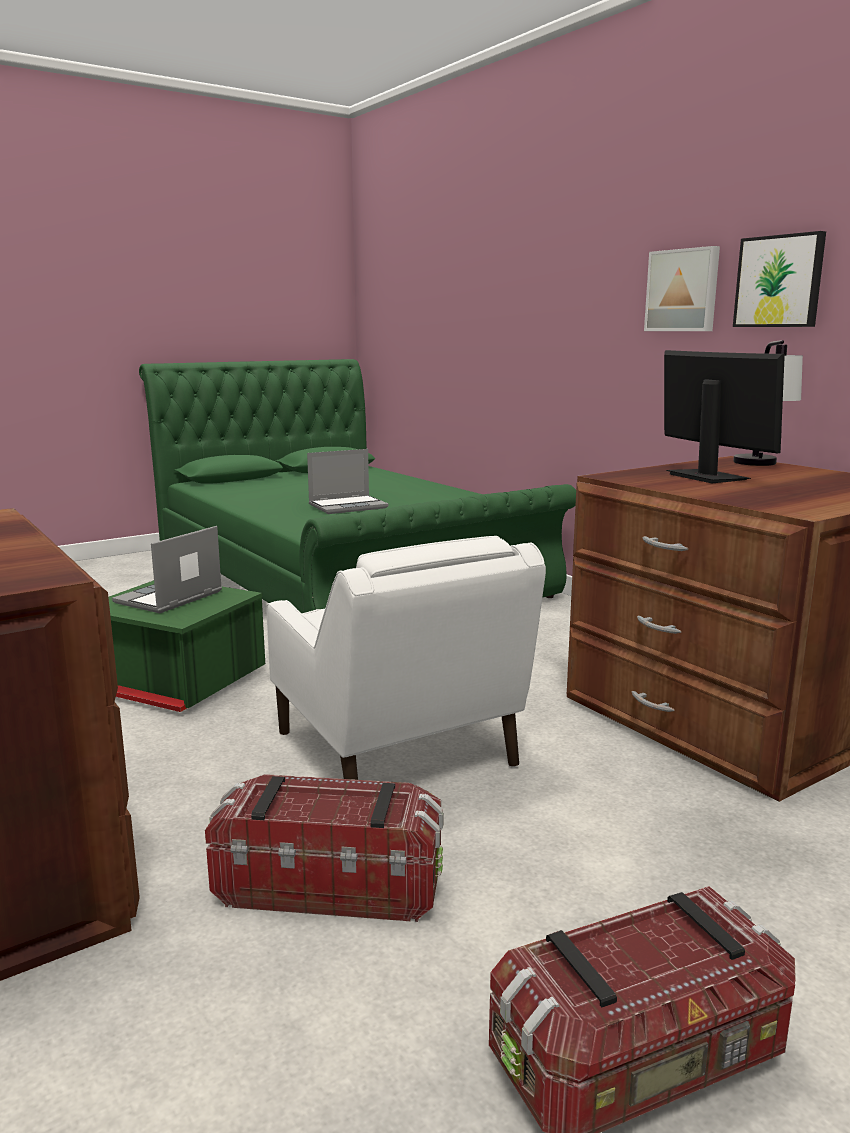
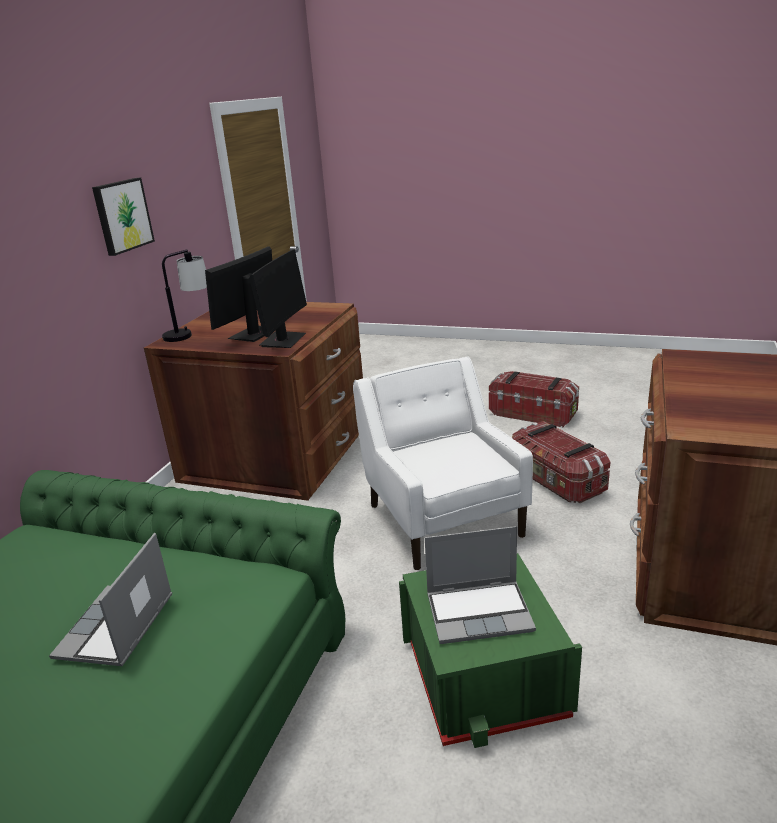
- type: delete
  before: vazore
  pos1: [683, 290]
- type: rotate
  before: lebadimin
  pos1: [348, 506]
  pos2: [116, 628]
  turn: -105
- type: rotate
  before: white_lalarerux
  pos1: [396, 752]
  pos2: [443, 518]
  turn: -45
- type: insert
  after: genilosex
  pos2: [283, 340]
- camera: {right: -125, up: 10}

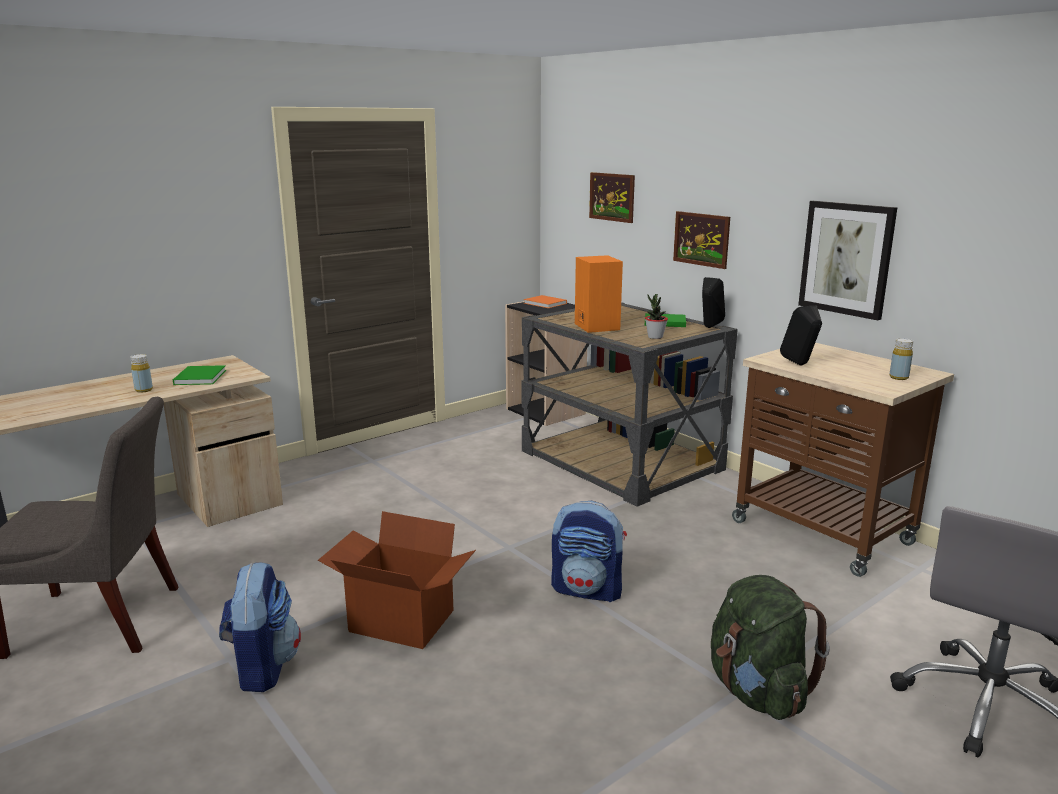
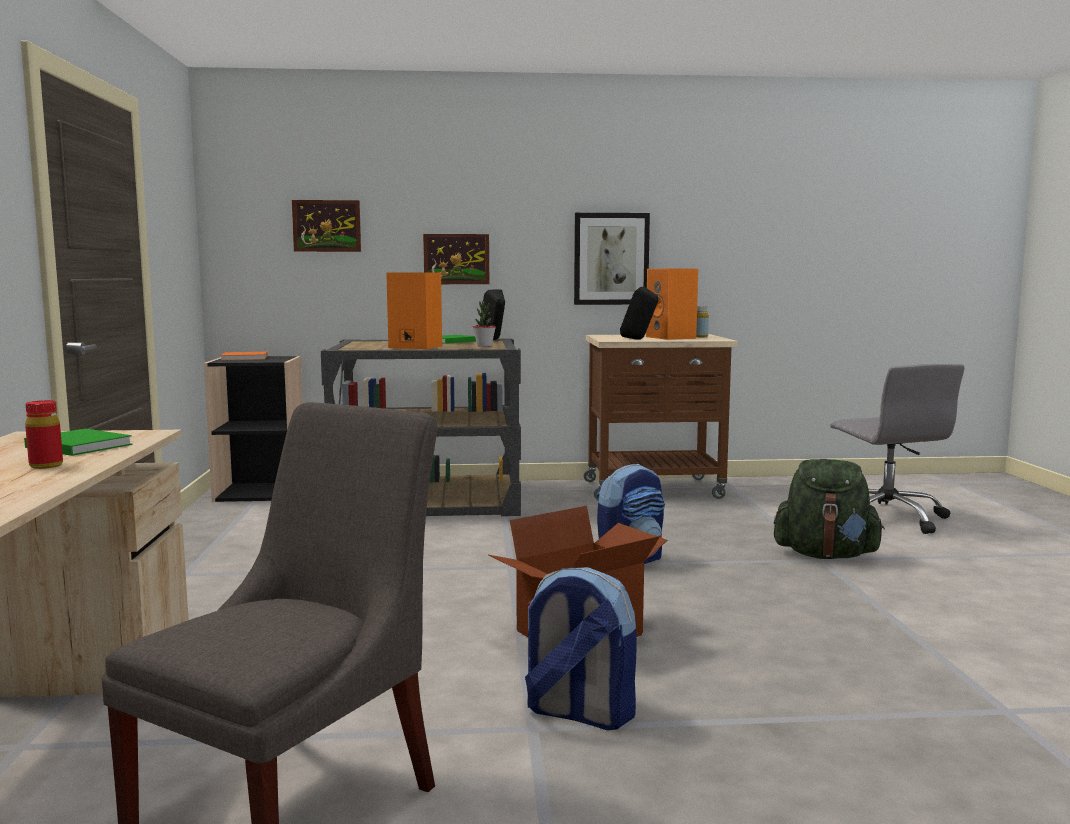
- type: recolor
  before: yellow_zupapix
  after: red_zupapix
  pos1: [144, 390]
  pos2: [46, 466]
- type: insert
  after: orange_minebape
  pos2: [672, 337]
- camera: {right: -55, up: -10}

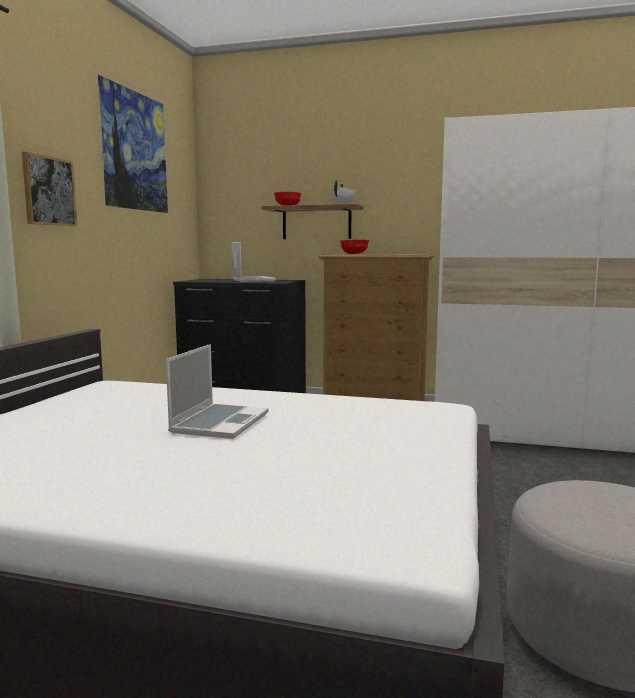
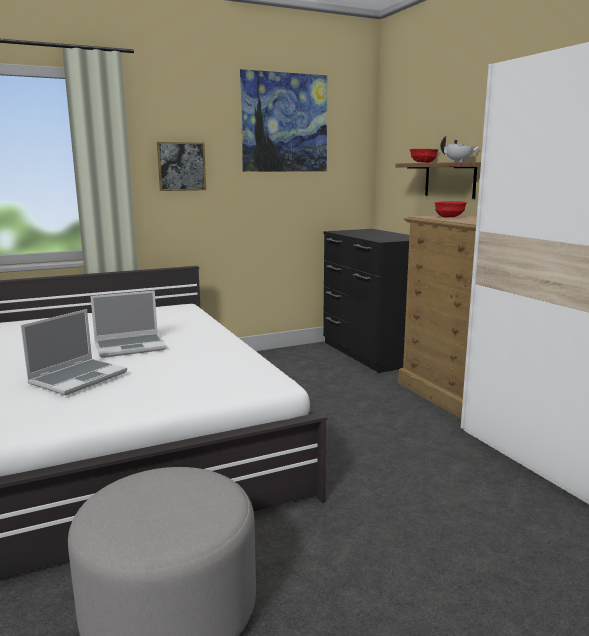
- type: move
  before: lebadimin
  pos1: [252, 280]
  pos2: [78, 378]
- camera: {right: 50, up: 5}

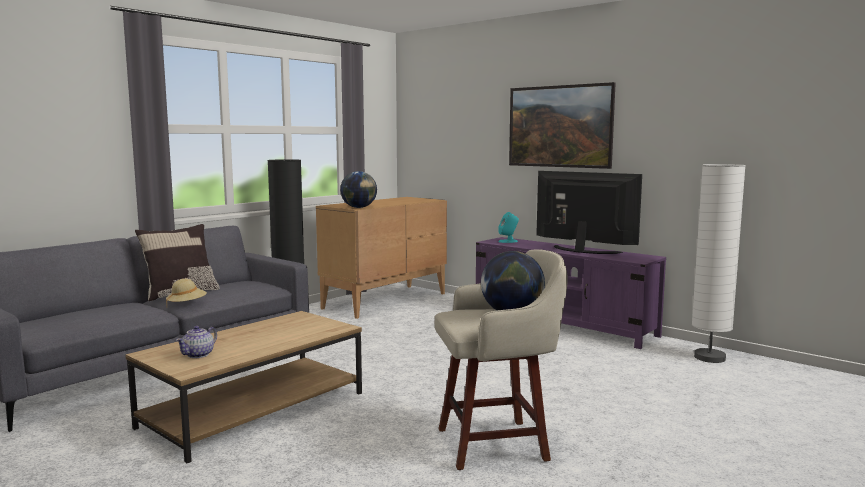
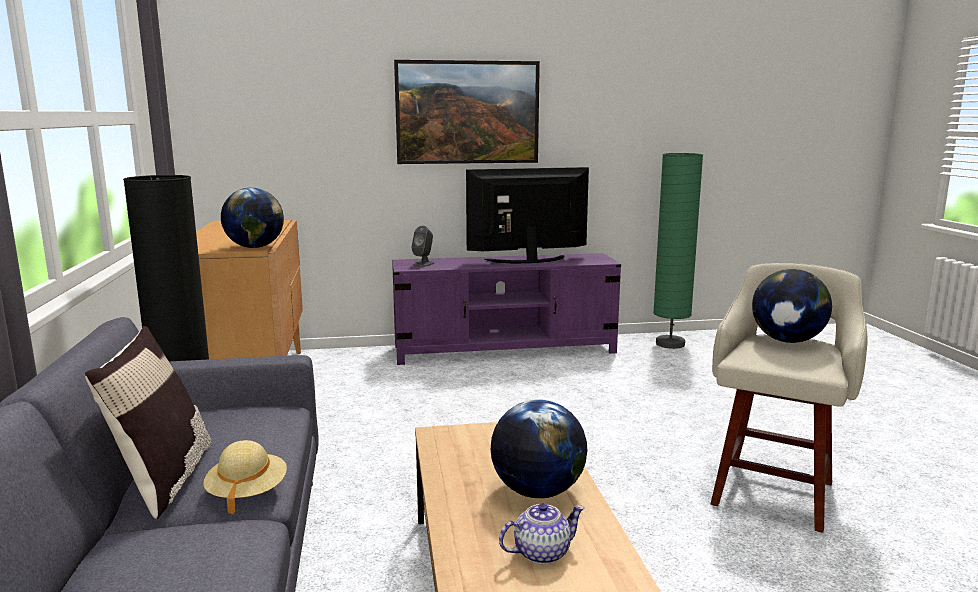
- type: recolor
  before: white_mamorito
  after: green_mamorito
  pos1: [709, 358]
  pos2: [670, 344]
- type: recolor
  before: turquoise_minebape
  after: grey_minebape
  pos1: [508, 241]
  pos2: [423, 264]
- type: rotate
  before: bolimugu
  pos1: [198, 354]
  pos2: [541, 553]
  turn: -90
- type: insert
  after: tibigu
  pos2: [537, 491]
- camera: {right: -50, up: 5}

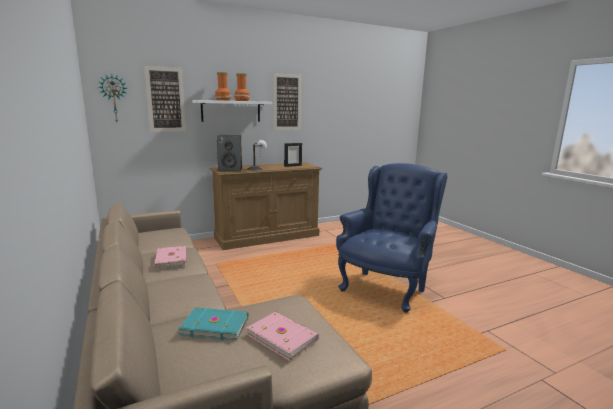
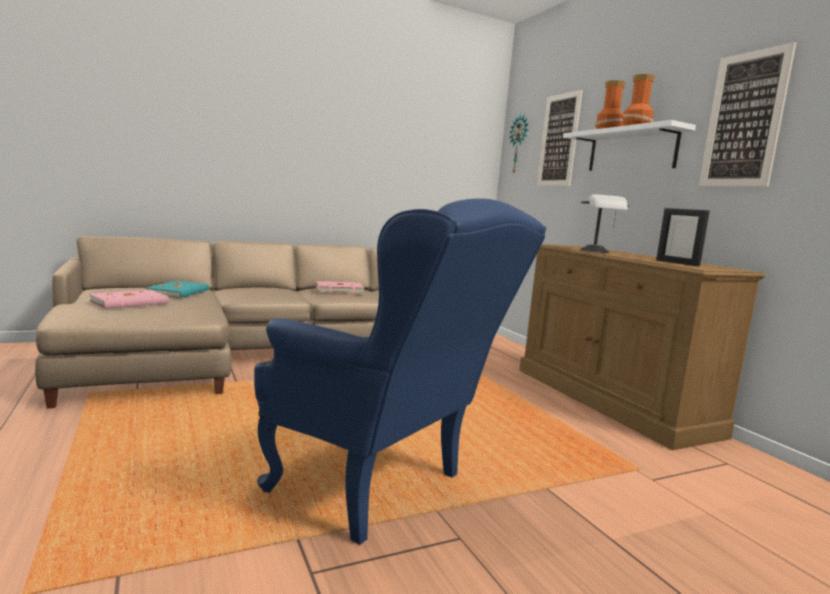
- type: delete
  before: minebape
  pos1: [230, 170]
- camera: {right: 90, up: -5}

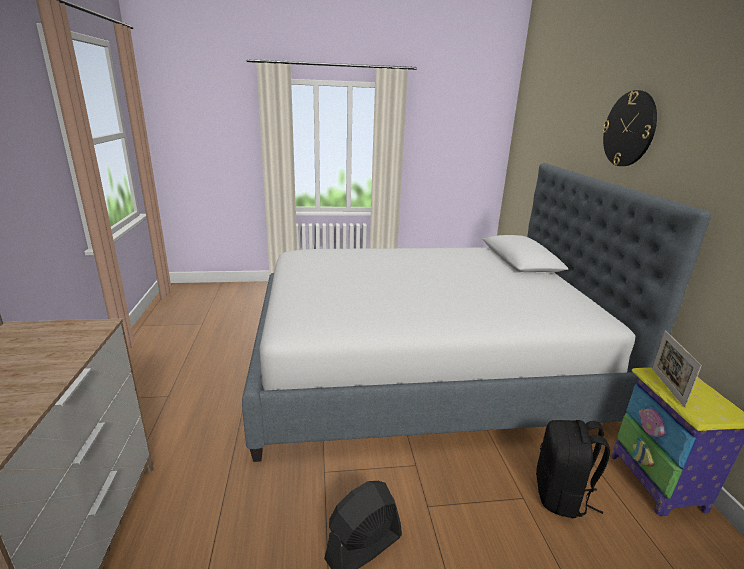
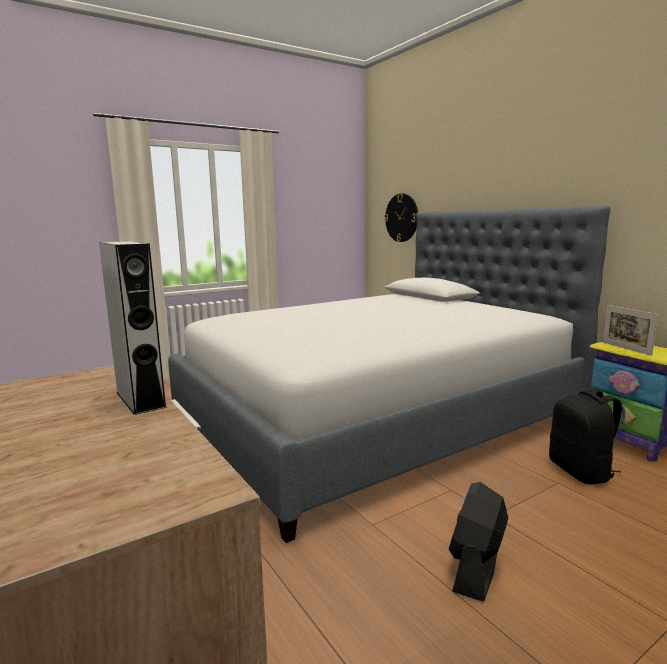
- type: move
  before: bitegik
  pos1: [629, 129]
  pos2: [402, 218]
- type: insert
  after: grey_minebape
  pos2: [140, 399]
- camera: {right: -25, up: -10}

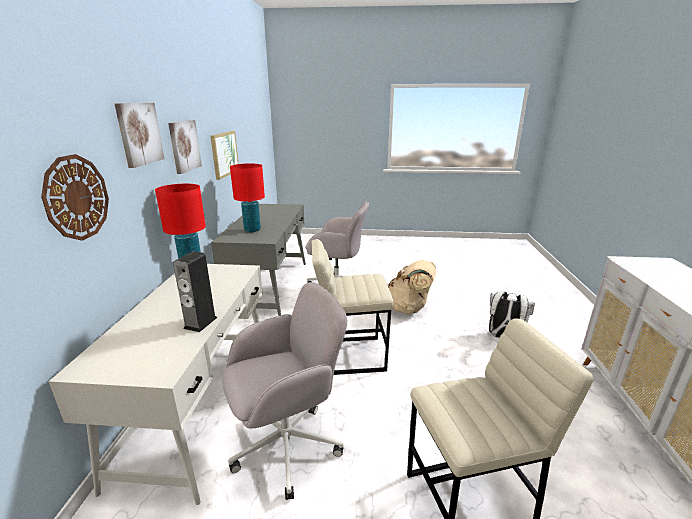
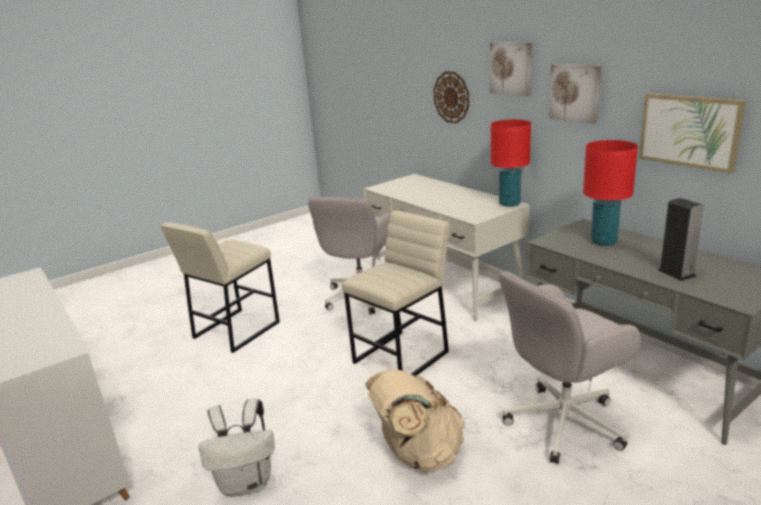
- type: move
  before: minebape
  pos1: [200, 323]
  pos2: [676, 273]
- camera: {right: 140, up: 0}

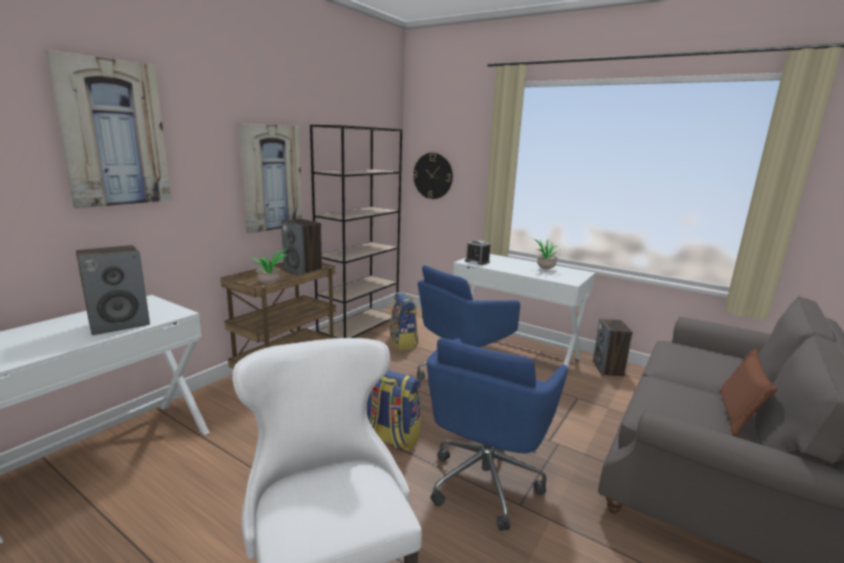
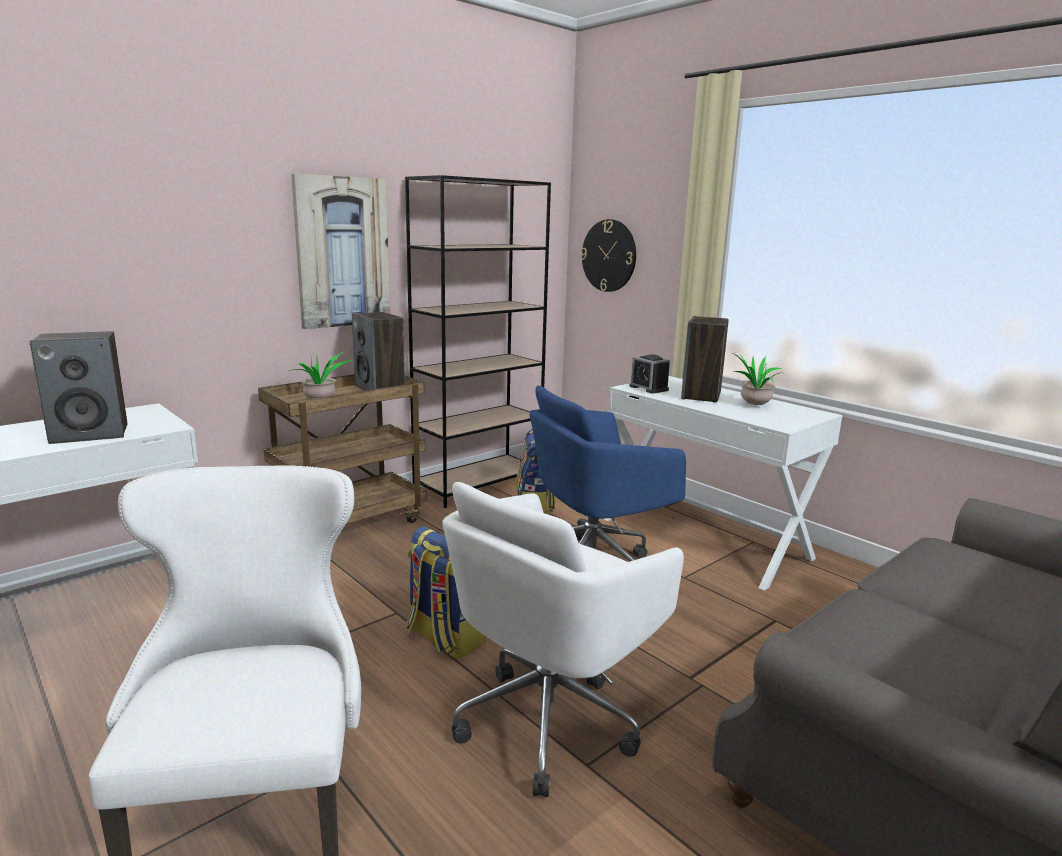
- type: delete
  before: vazore
  pos1: [114, 134]
- type: move
  before: minebape
  pos1: [608, 369]
  pos2: [701, 395]
- type: recolor
  before: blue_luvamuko
  after: white_luvamuko
  pos1: [485, 481]
  pos2: [552, 720]
- type: delete
  before: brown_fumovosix
  pos1: [737, 415]
- camera: {right: 15, up: 0}

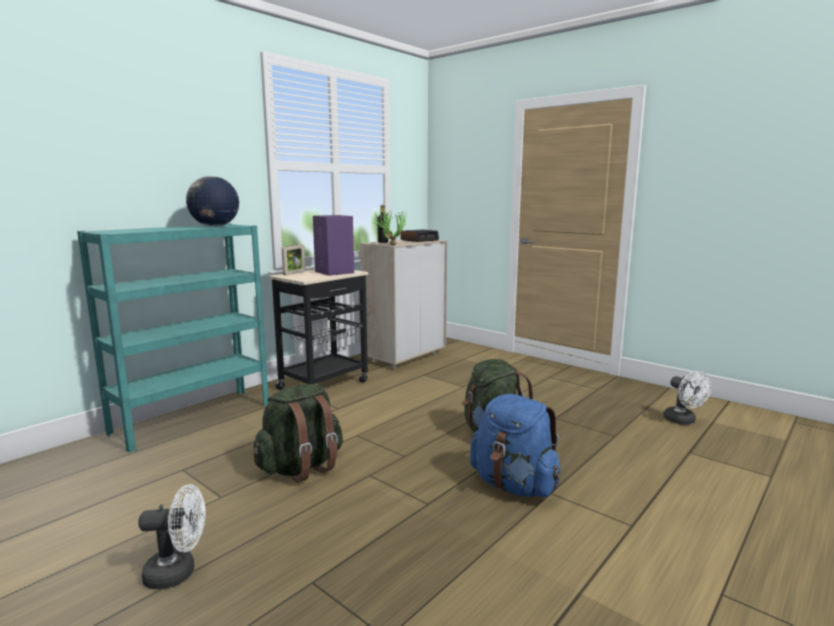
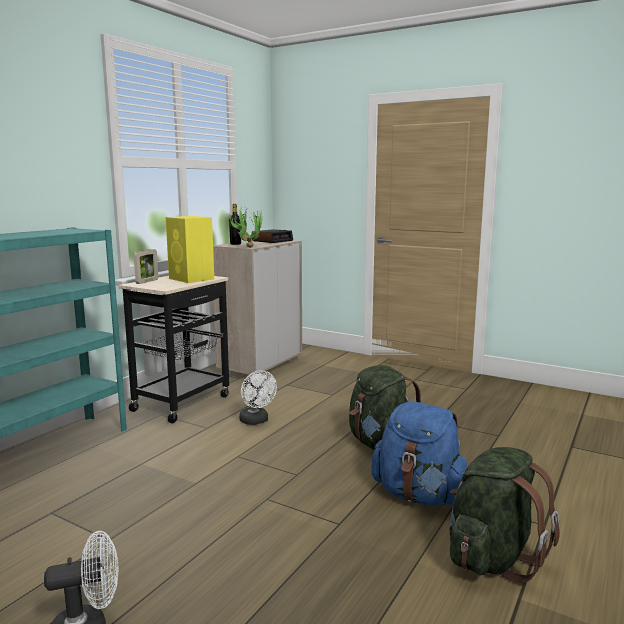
- type: delete
  before: tibigu
  pos1: [214, 226]
- type: recolor
  before: purple_minebape
  after: yellow_minebape
  pos1: [335, 272]
  pos2: [192, 279]
- type: move
  before: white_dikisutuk
  pos1: [683, 421]
  pos2: [256, 421]
- type: move
  before: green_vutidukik
  pos1: [301, 467]
  pos2: [492, 557]
- camera: {right: -10, up: 0}

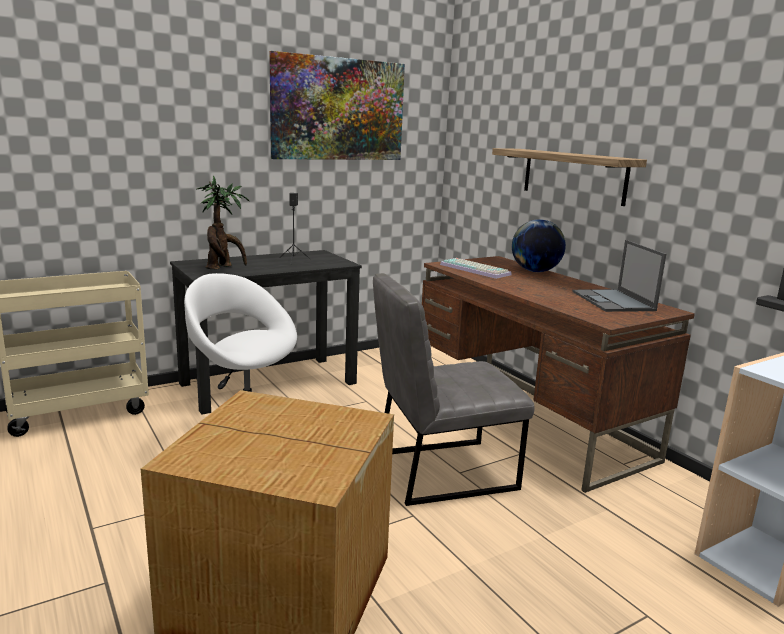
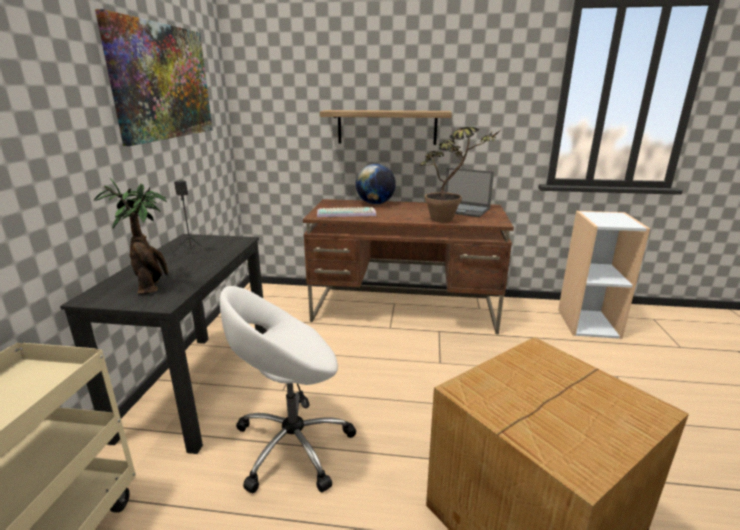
- type: delete
  before: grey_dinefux
  pos1: [441, 471]
- type: insert
  after: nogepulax
  pos2: [450, 220]
- camera: {right: -50, up: 5}

